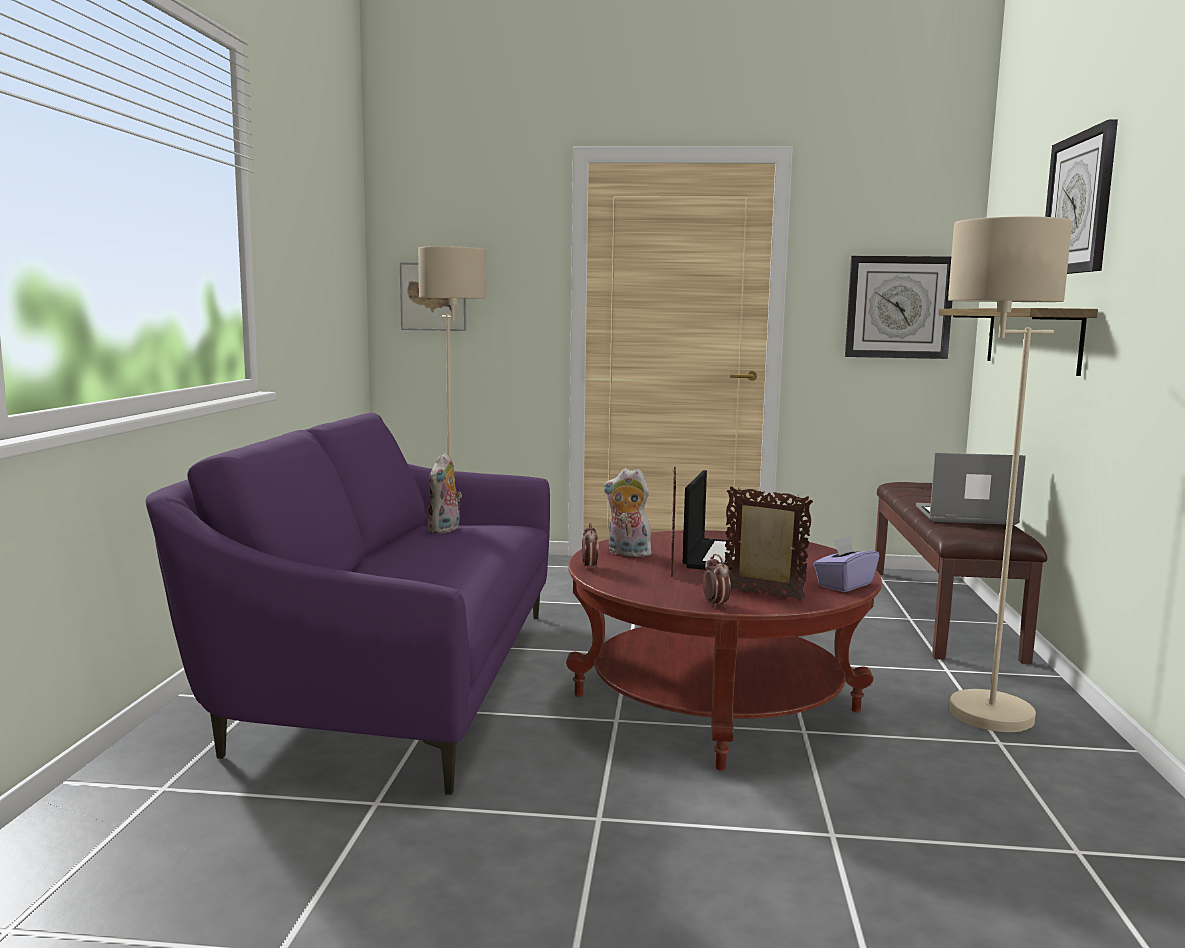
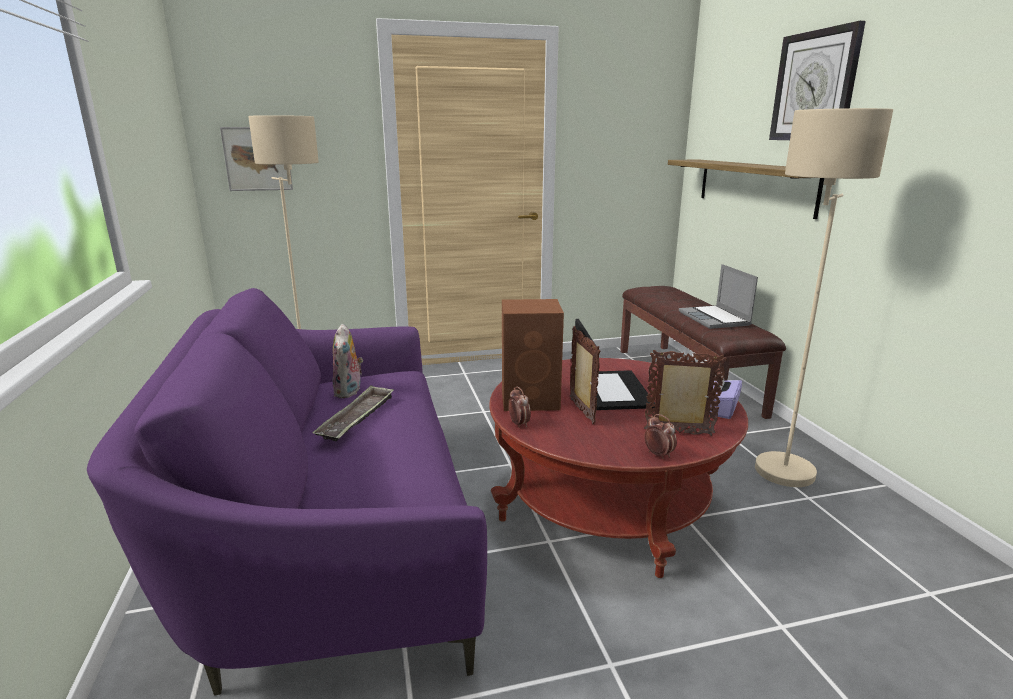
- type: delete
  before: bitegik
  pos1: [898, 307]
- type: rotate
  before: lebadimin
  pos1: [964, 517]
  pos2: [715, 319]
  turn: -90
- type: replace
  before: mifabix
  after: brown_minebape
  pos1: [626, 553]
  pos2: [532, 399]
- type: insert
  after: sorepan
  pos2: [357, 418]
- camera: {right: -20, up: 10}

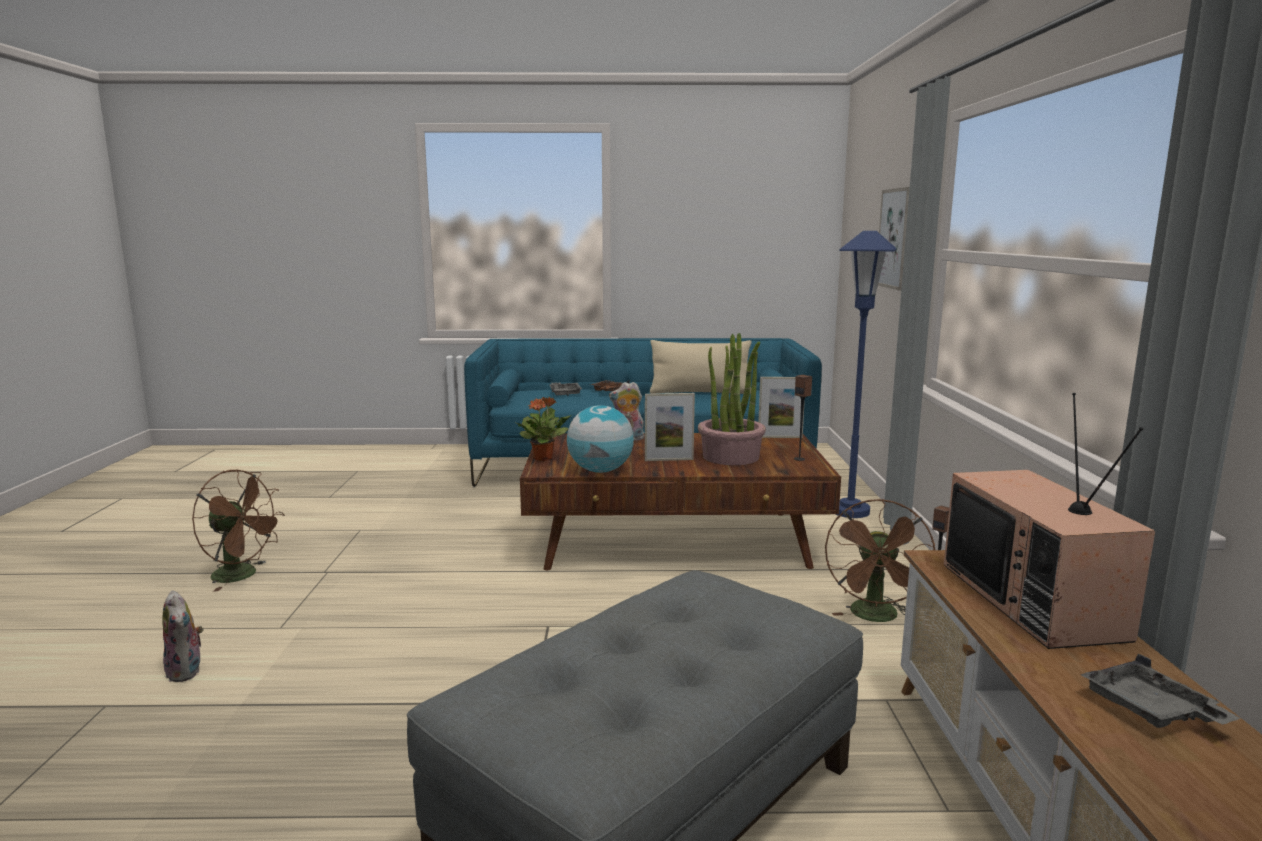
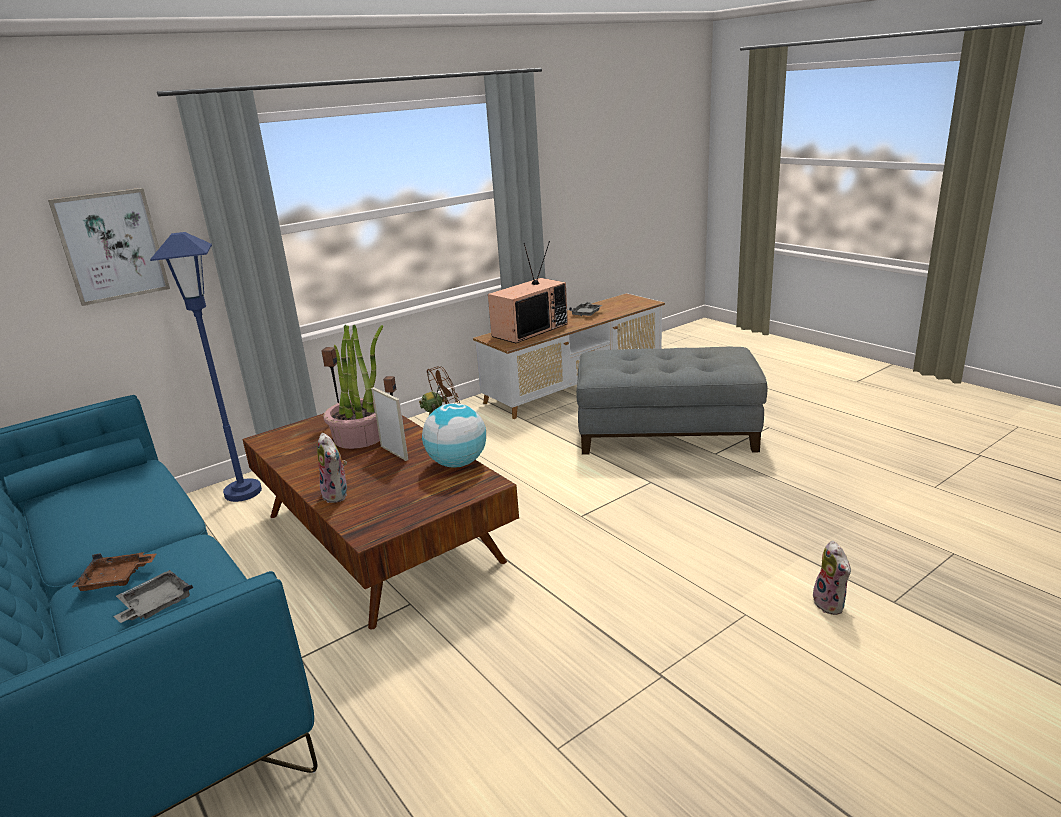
- type: delete
  before: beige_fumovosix
  pos1: [700, 392]
- type: delete
  before: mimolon
  pos1: [780, 437]
- type: delete
  before: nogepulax
  pos1: [543, 458]
- type: delete
  before: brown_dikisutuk
  pos1: [243, 576]
- type: rotate
  before: mifabix
  pos1: [187, 671]
  pos2: [831, 604]
  turn: 150
- camera: {right: -125, up: 10}

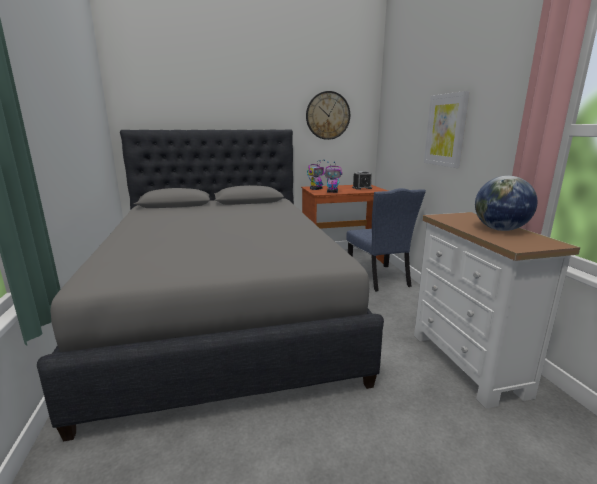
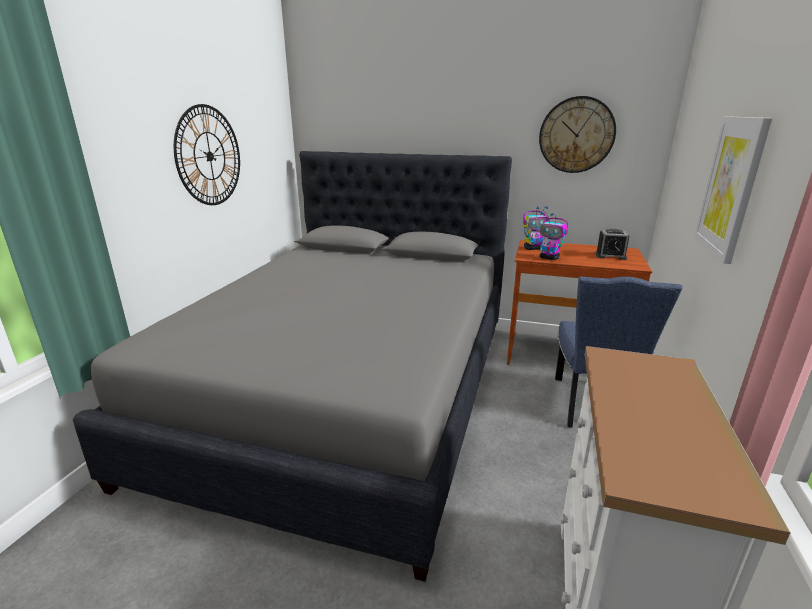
- type: delete
  before: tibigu
  pos1: [499, 229]
- type: insert
  after: bitegik
  pos2: [209, 156]
- camera: {right: 30, up: 5}

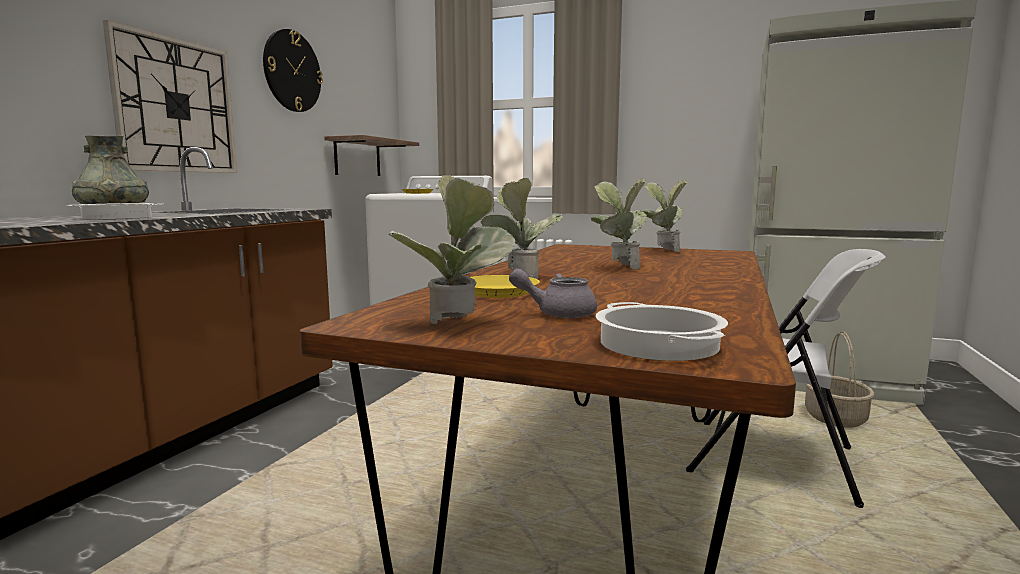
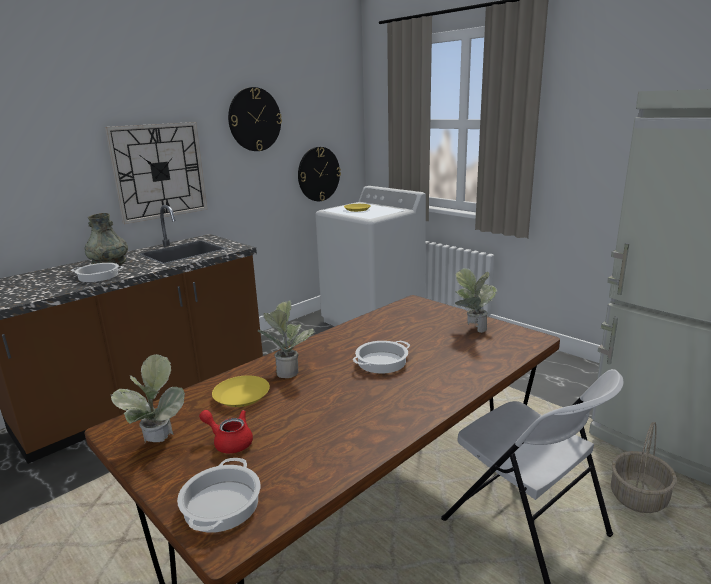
- type: replace
  before: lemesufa
  after: bitegik
  pos1: [357, 157]
  pos2: [318, 174]
- type: replace
  before: nogepulax
  after: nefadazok
  pos1: [618, 268]
  pos2: [381, 362]
- type: recolor
  before: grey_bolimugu
  after: red_bolimugu
  pos1: [557, 313]
  pos2: [229, 441]
- camera: {right: 25, up: 10}

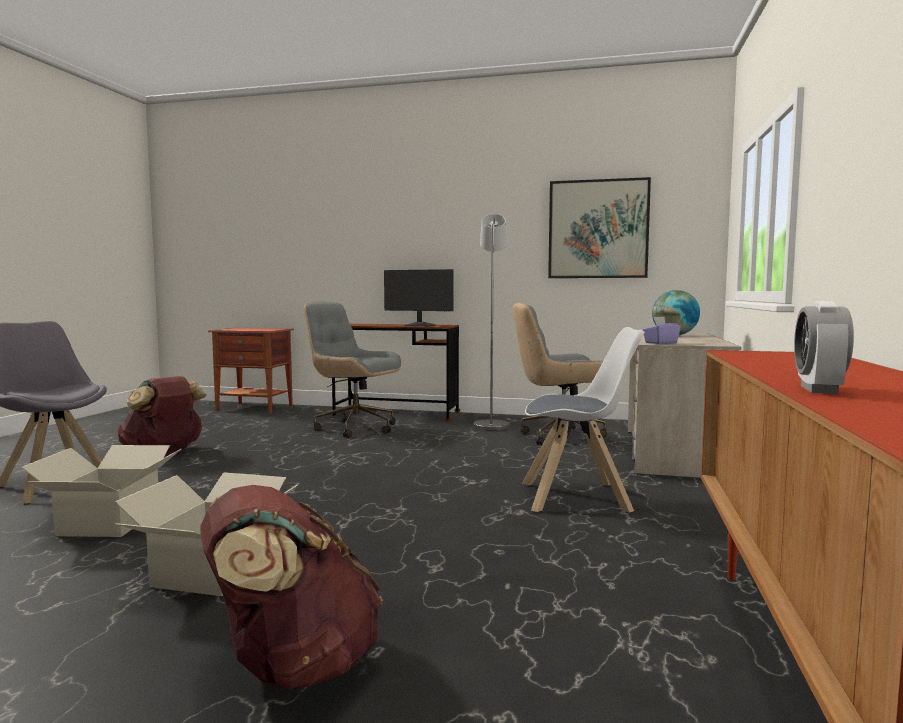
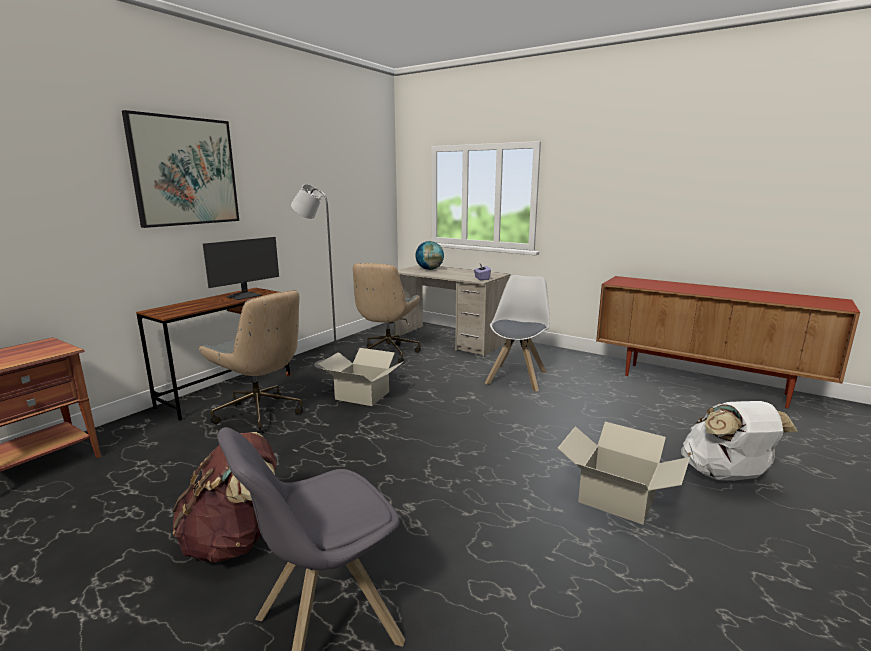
- type: move
  before: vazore
  pos1: [598, 229]
  pos2: [185, 171]
- type: delete
  before: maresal
  pos1: [819, 389]
- type: rotate
  before: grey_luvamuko
  pos1: [354, 428]
  pos2: [260, 416]
  turn: -105
- type: move
  before: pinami
  pos1: [108, 522]
  pos2: [362, 395]
- type: recolor
  before: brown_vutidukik
  after: white_vutidukik
  pos1: [292, 666]
  pos2: [725, 476]
- camera: {right: -70, up: 10}

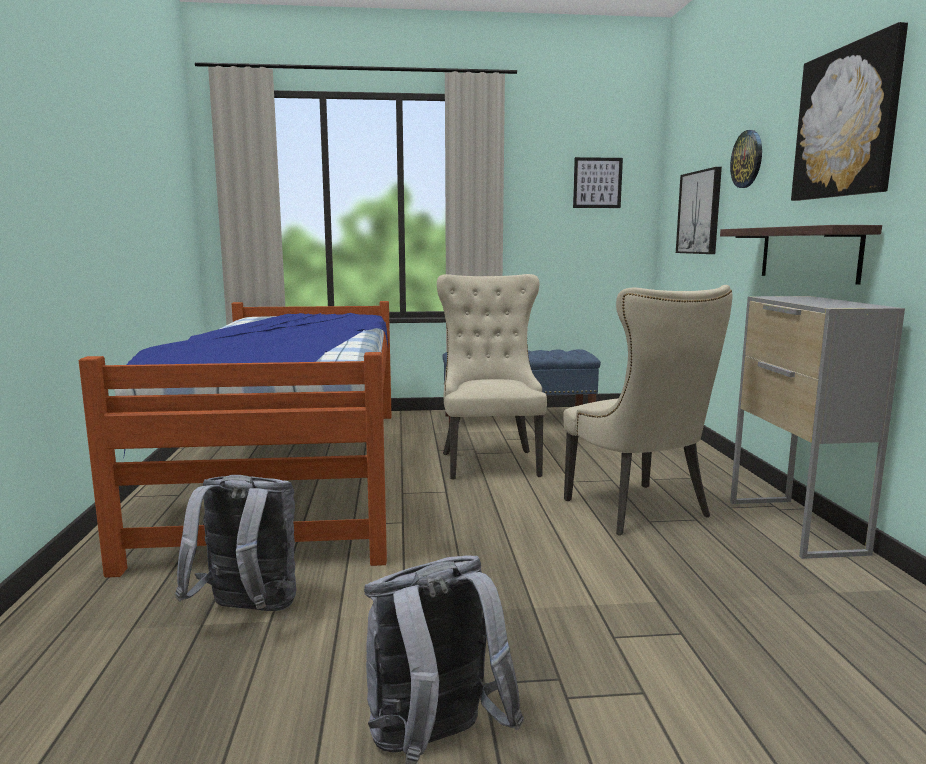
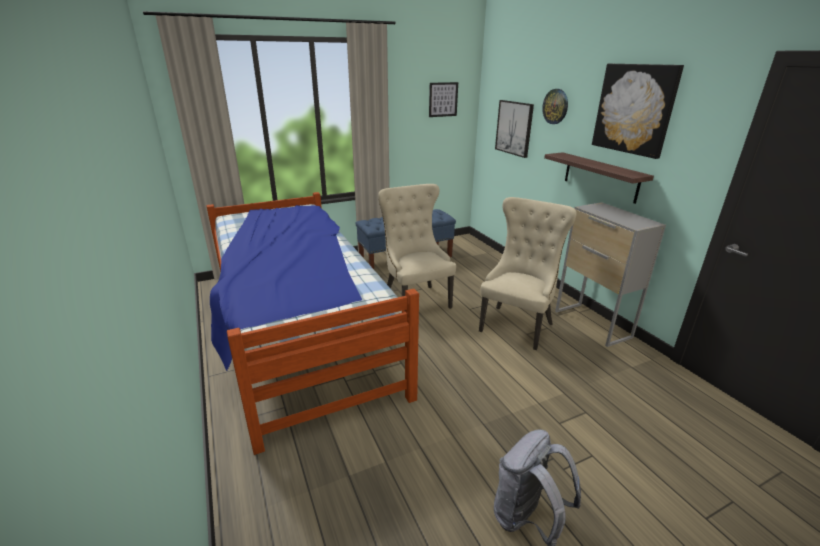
- type: rotate
  before: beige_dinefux
  pos1: [637, 510]
  pos2: [516, 326]
  turn: -105
- type: delete
  before: grey_vutidukik
  pos1: [247, 612]
- camera: {right: -20, up: 15}

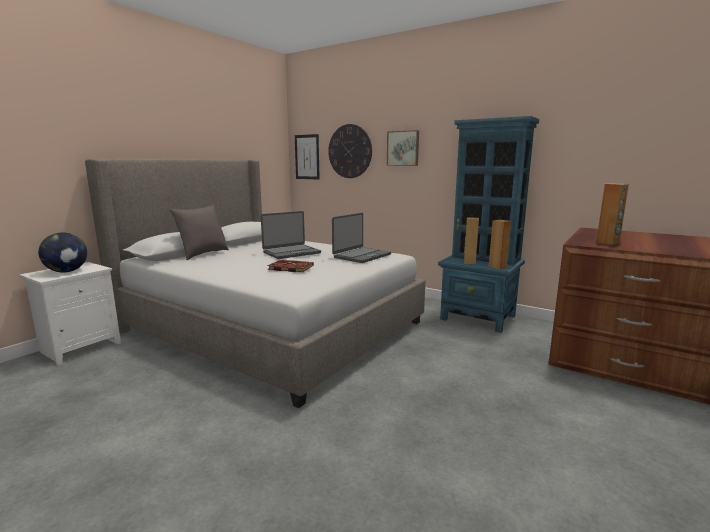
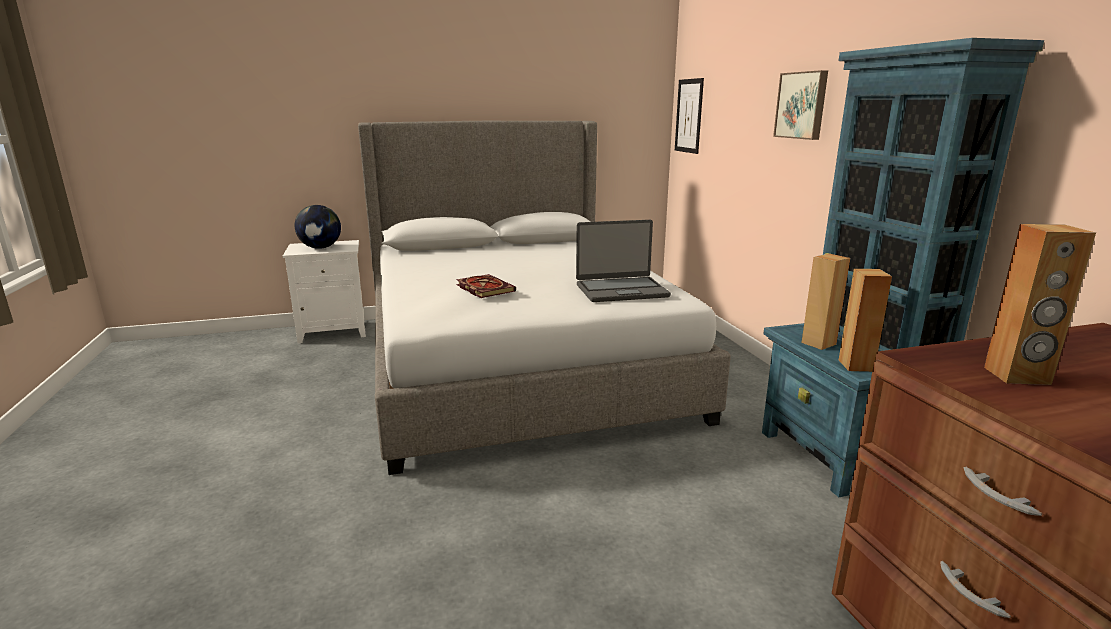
- type: delete
  before: bitegik
  pos1: [350, 151]
- type: delete
  before: grey_fumovosix
  pos1: [202, 254]
- type: delete
  before: lebadimin
  pos1: [291, 253]
- camera: {right: 40, up: 5}

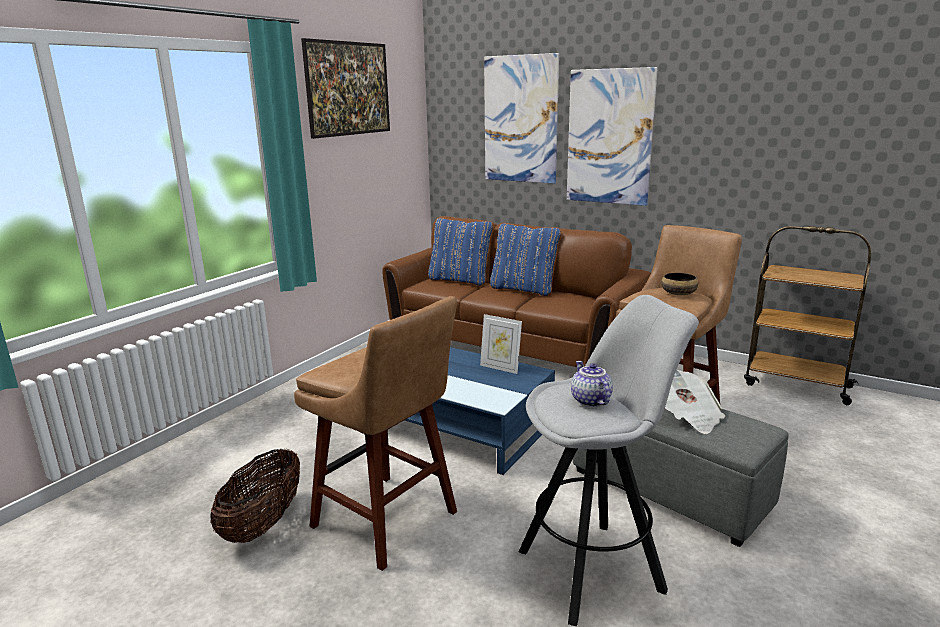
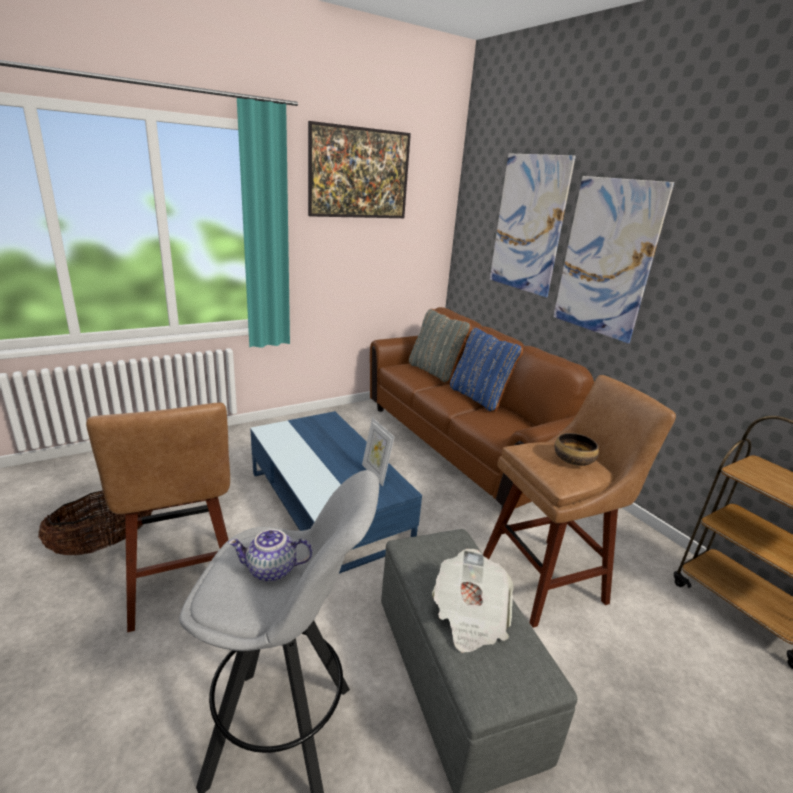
- type: recolor
  before: blue_fumovosix
  after: grey_fumovosix
  pos1: [460, 280]
  pos2: [435, 372]
- type: rotate
  before: bolimugu
  pos1: [589, 401]
  pos2: [271, 571]
  turn: -105
- camera: {right: 25, up: 5}

